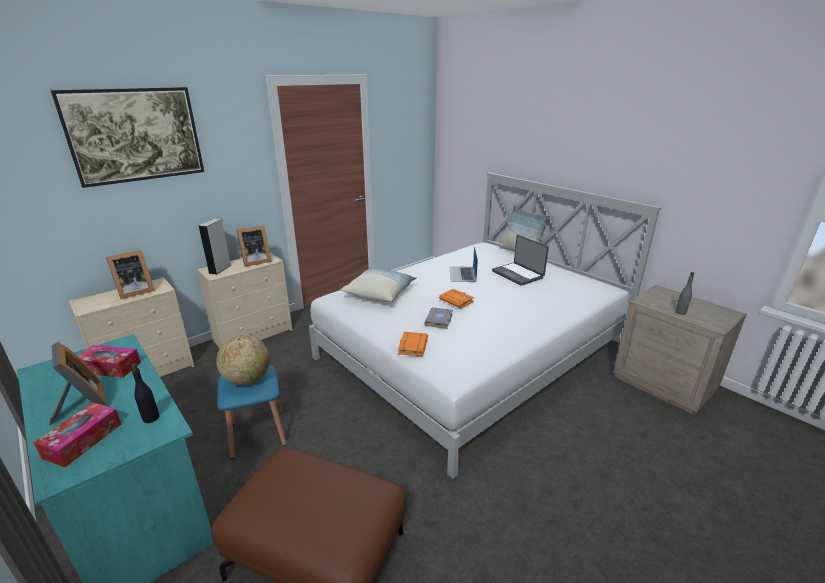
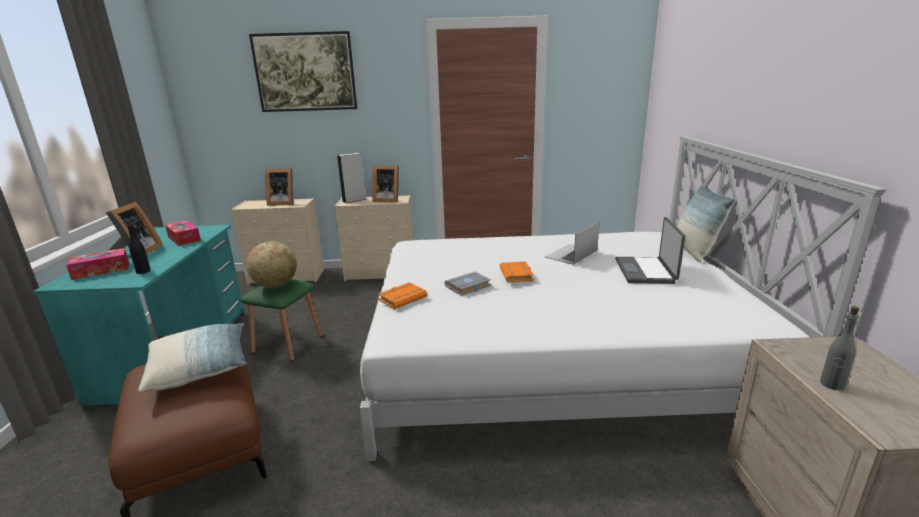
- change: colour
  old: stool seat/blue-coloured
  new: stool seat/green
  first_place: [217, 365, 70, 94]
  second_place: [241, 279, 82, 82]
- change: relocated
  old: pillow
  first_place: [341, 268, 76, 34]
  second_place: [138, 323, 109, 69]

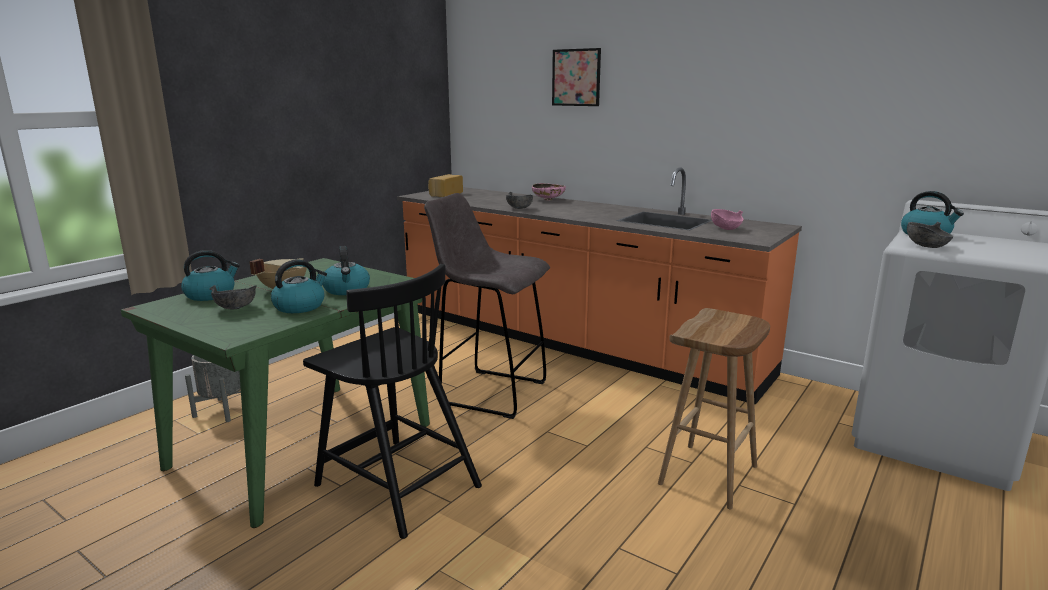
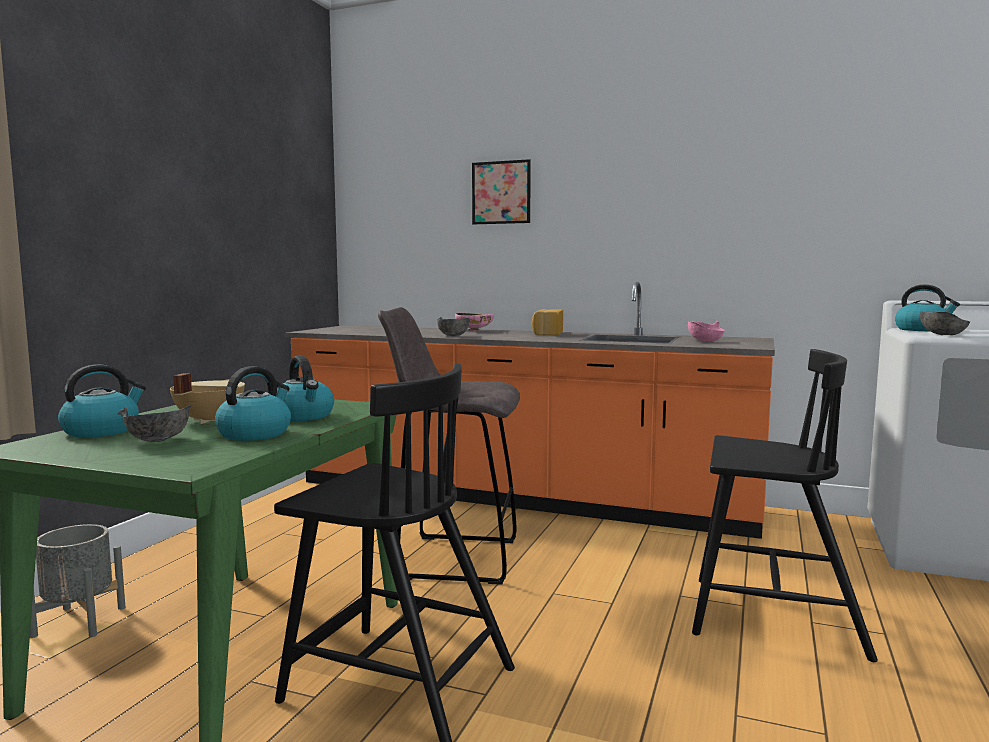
- change: relocated
  old: bread
  first_place: [428, 174, 35, 23]
  second_place: [532, 309, 31, 26]
- change: exchanged
  old: stool seat/brown-coloured
  new: chair/black-coloured
  first_place: [658, 308, 112, 201]
  second_place: [692, 349, 186, 313]

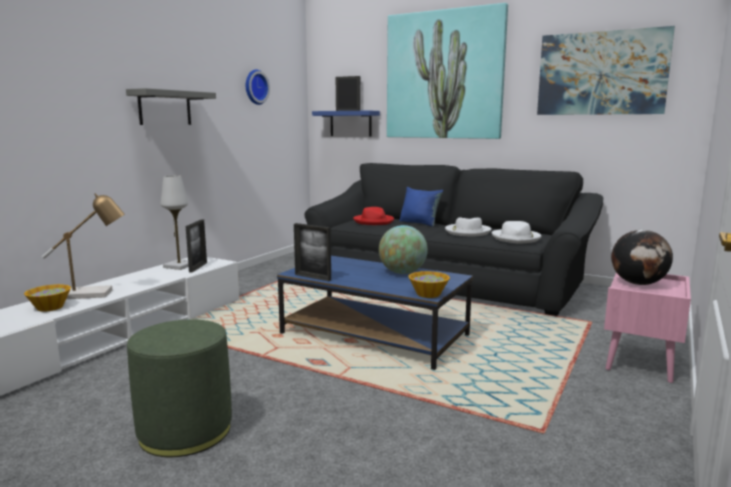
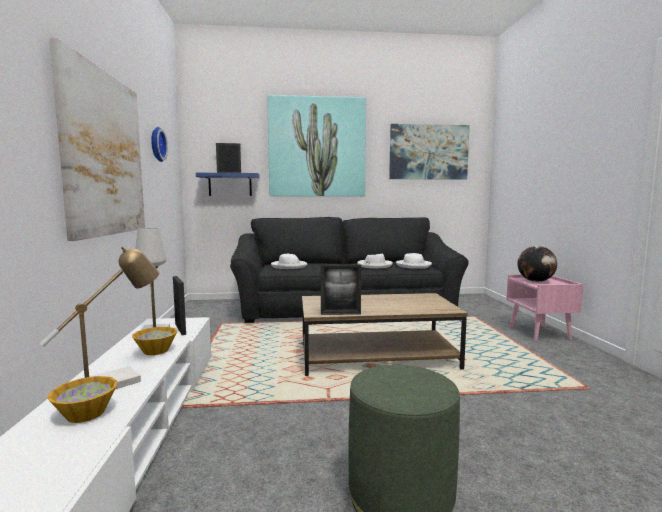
- change: exchanged
  old: bracket shelf/greyish
  new: picture
  first_place: [126, 88, 90, 37]
  second_place: [49, 37, 96, 204]
- change: colour
  old: low table/blue-coloured
  new: low table/brown-coloured
  first_place: [277, 256, 196, 114]
  second_place: [302, 293, 166, 83]
- change: colour
  old: wearable hat/red-coloured
  new: wearable hat/white-coloured
  first_place: [353, 207, 41, 18]
  second_place: [271, 254, 36, 15]
- change: missing
  old: world globe
  first_place: [379, 225, 49, 49]
- change: missing
  old: pillow/blue-coloured
  first_place: [399, 187, 44, 40]
- change: relocated
  old: serving bowl
  first_place: [409, 271, 41, 27]
  second_place: [132, 327, 45, 28]

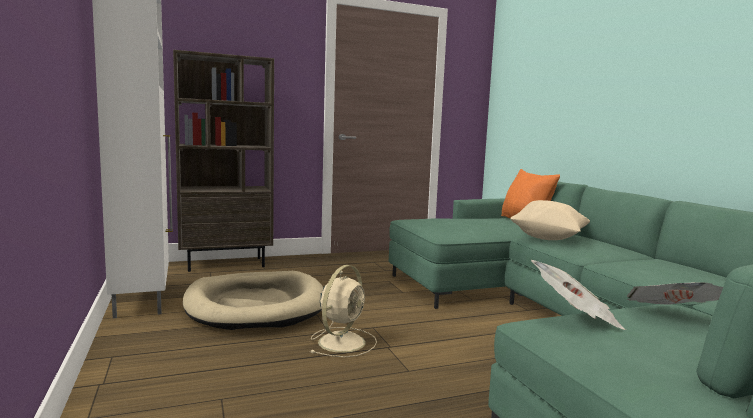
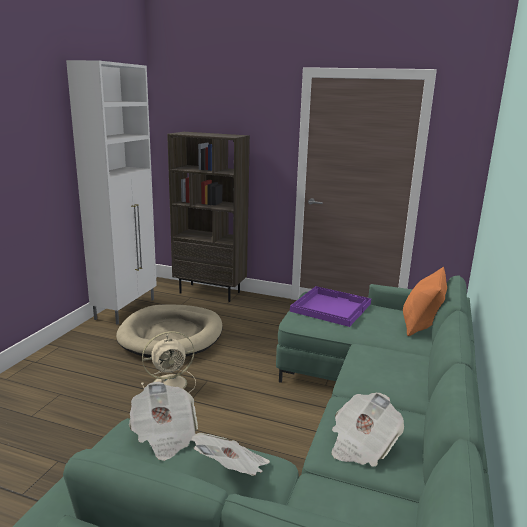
- change: missing
  old: pillow/beige
  first_place: [510, 200, 80, 40]
- change: appeared
  new: carrying tray/purple-coloured
  second_place: [290, 286, 81, 41]
- change: appeared
  new: newspaper
  second_place: [332, 393, 72, 74]

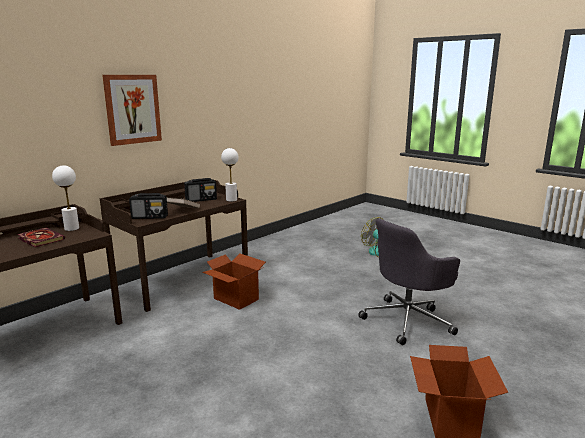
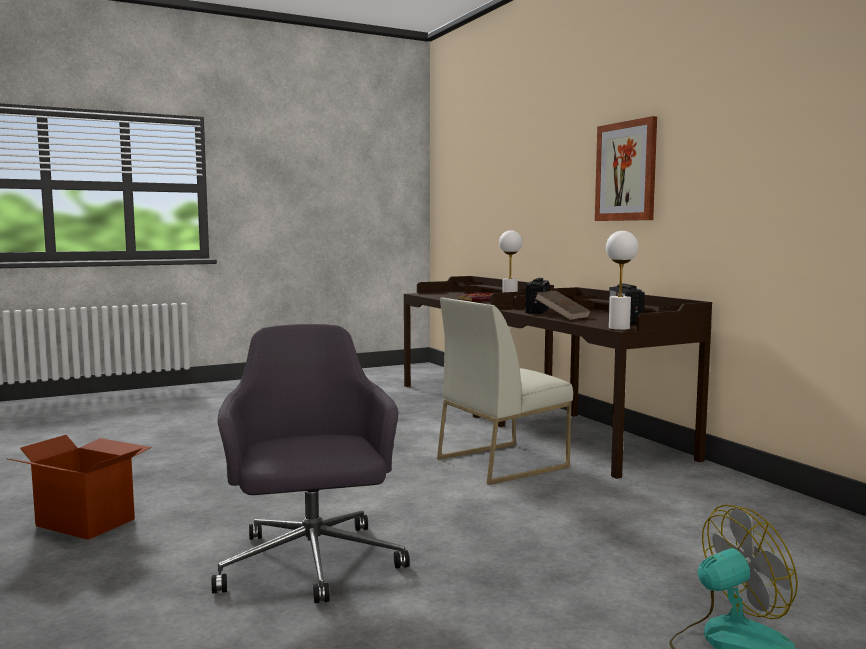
- change: exchanged
  old: cardboard box
  new: chair/white-coloured
  first_place: [202, 254, 64, 56]
  second_place: [437, 298, 136, 187]

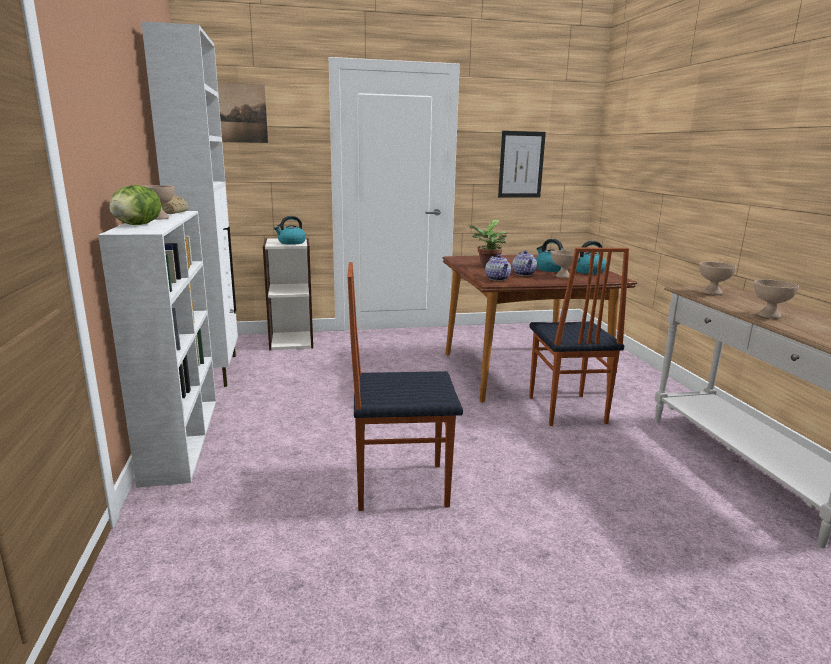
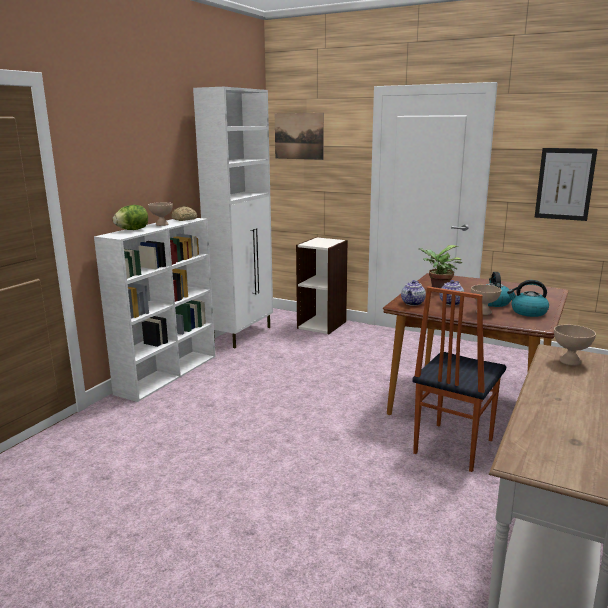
- change: missing
  old: tea kettle
  first_place: [274, 216, 32, 29]
- change: missing
  old: chair
  first_place: [347, 262, 116, 249]
- change: missing
  old: serving bowl/beige
  first_place: [754, 279, 45, 40]

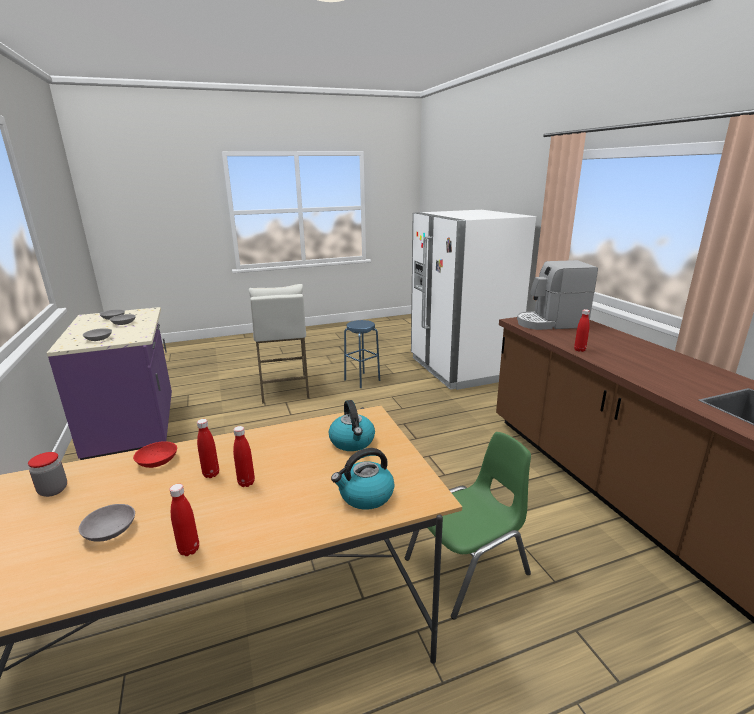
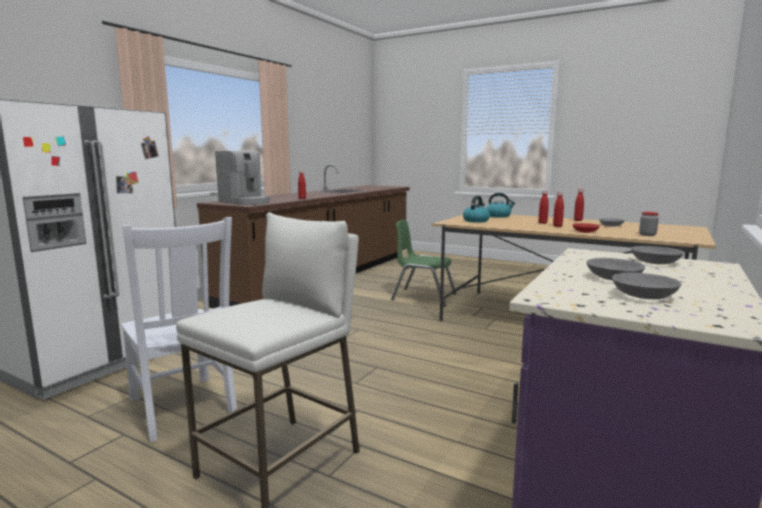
- change: exchanged
  old: stool seat/blue-coloured
  new: chair/white-coloured
  first_place: [344, 320, 36, 68]
  second_place: [121, 217, 116, 225]

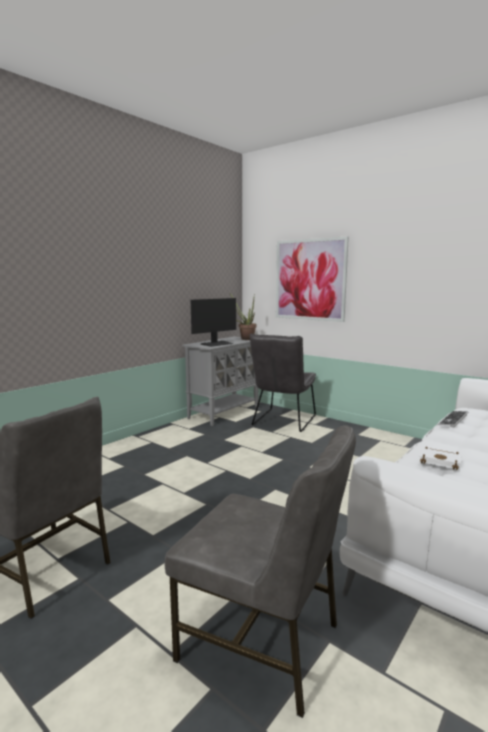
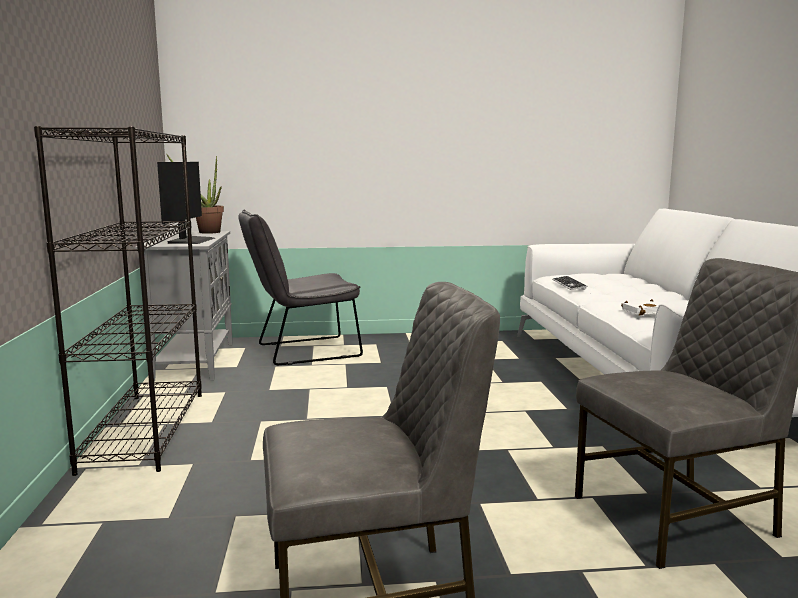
- change: spun
  old: chair/greyish
  first_place: [249, 334, 67, 98]
  second_place: [238, 209, 125, 156]
  degrees: 90
- change: missing
  old: picture
  first_place: [276, 236, 73, 86]
- change: appeared
  new: bookcase/black-coloured
  second_place: [34, 126, 168, 350]

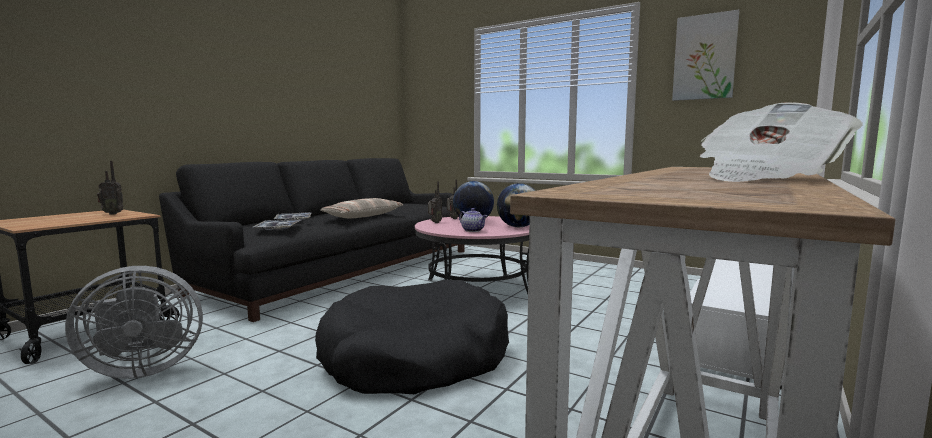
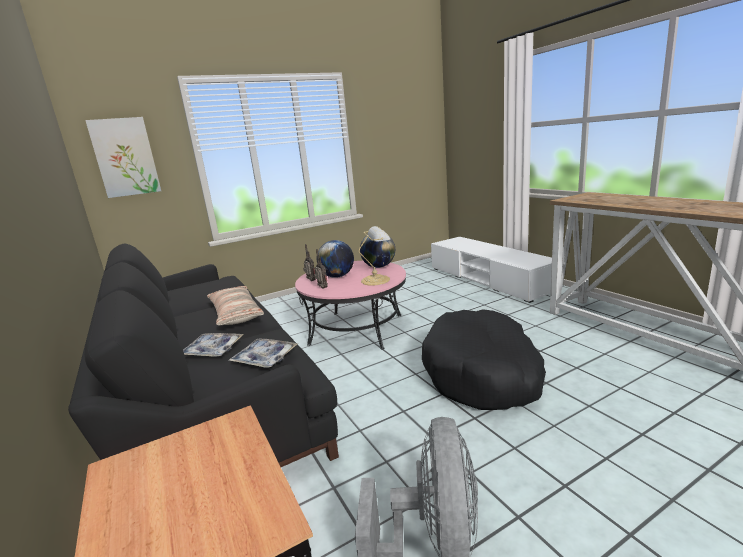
- change: missing
  old: radio receiver
  first_place: [97, 161, 27, 54]
- change: exchanged
  old: tea pot
  new: table lamp
  first_place: [459, 208, 28, 24]
  second_place: [359, 226, 31, 60]
- change: relocated
  old: picture
  first_place: [672, 10, 67, 91]
  second_place: [85, 117, 76, 81]
- change: missing
  old: newspaper
  first_place: [699, 103, 164, 79]

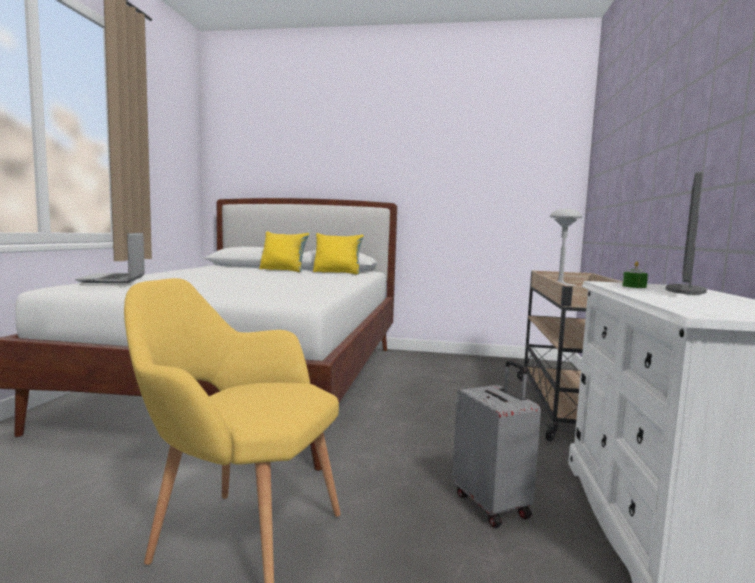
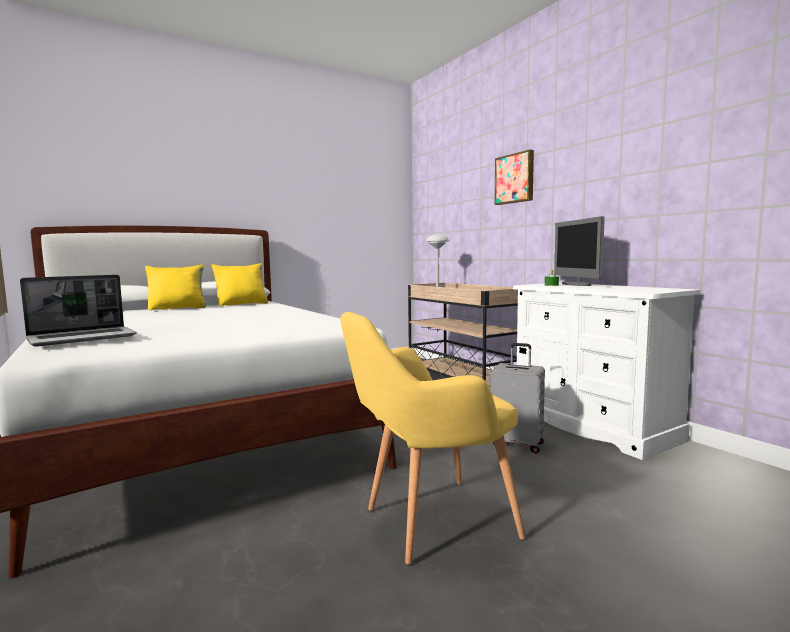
- change: spun
  old: portable computer
  first_place: [76, 233, 69, 50]
  second_place: [20, 275, 116, 72]
  degrees: -75
- change: appeared
  new: picture
  second_place: [494, 149, 40, 56]

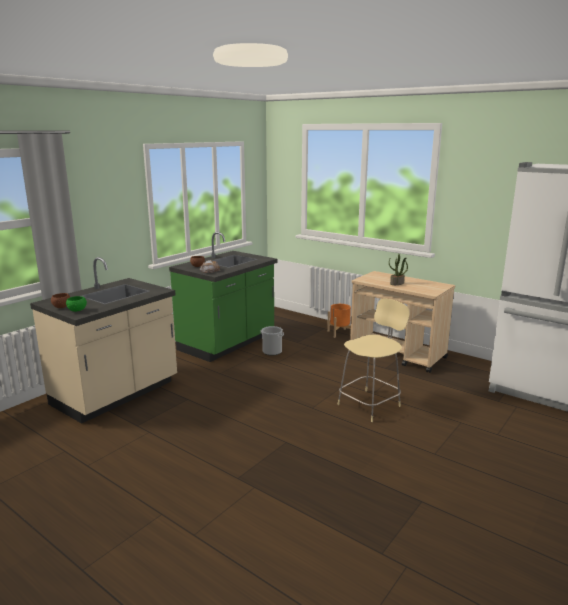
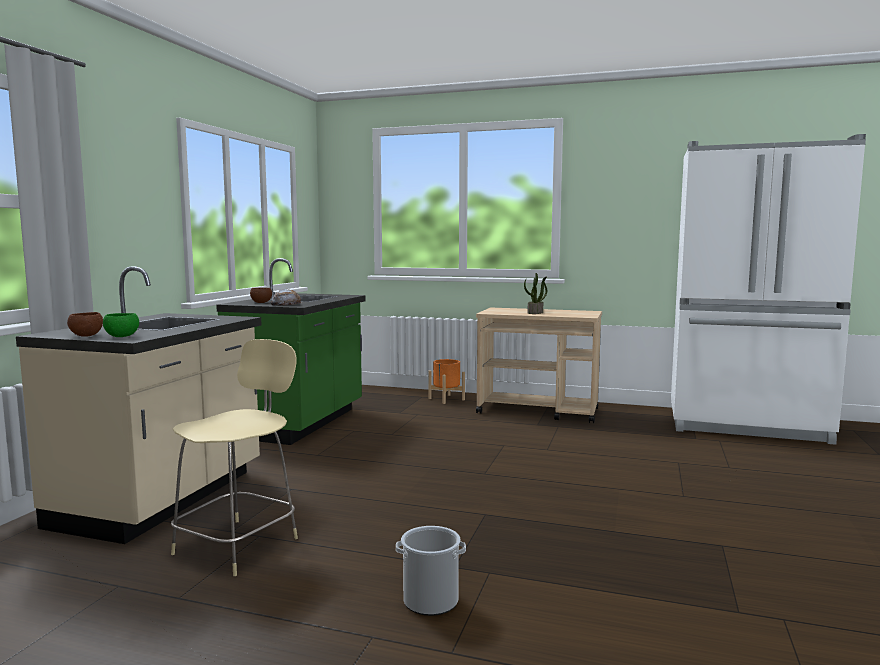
- change: relocated
  old: water bucket
  first_place: [260, 326, 24, 29]
  second_place: [396, 526, 70, 90]
- change: relocated
  old: chair/beige
  first_place: [337, 298, 73, 124]
  second_place: [171, 339, 127, 237]

